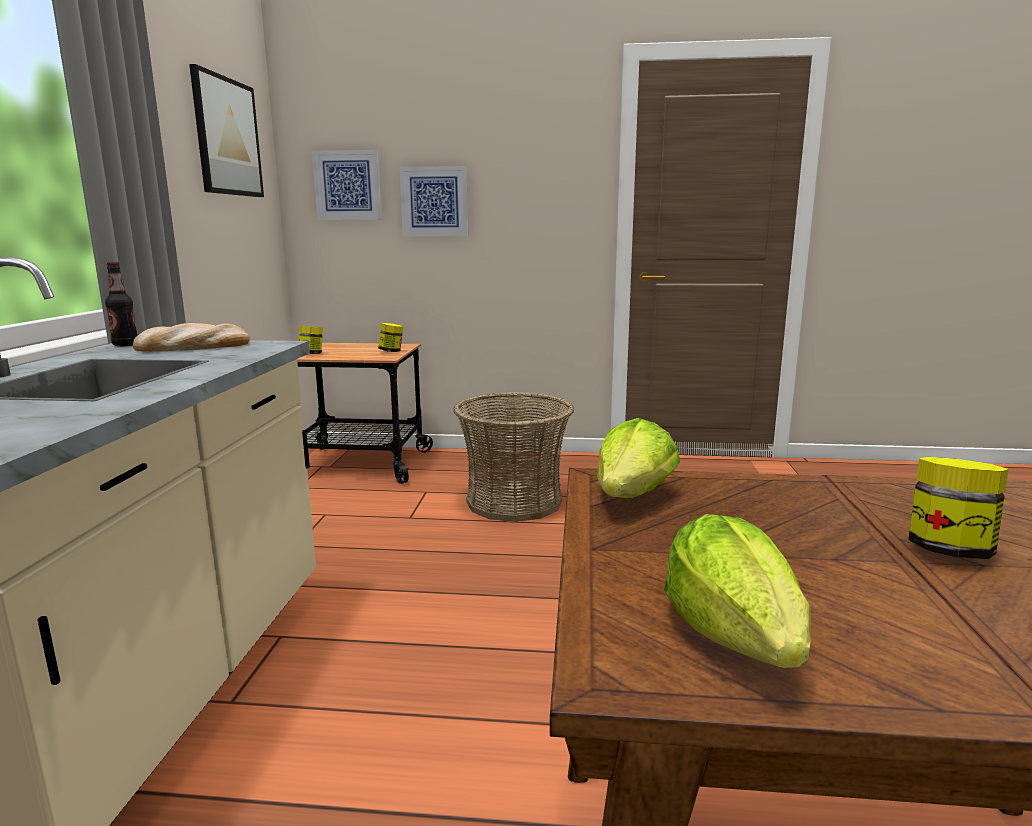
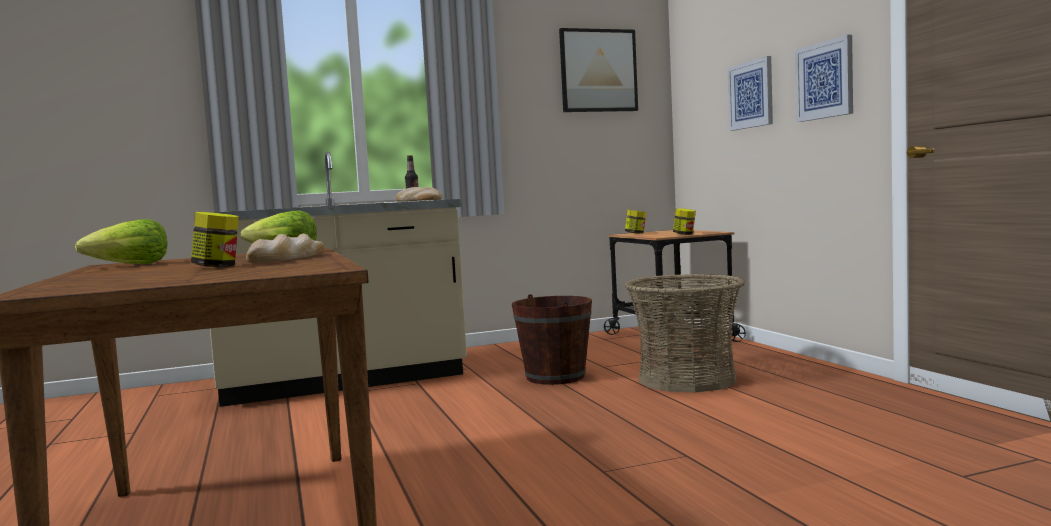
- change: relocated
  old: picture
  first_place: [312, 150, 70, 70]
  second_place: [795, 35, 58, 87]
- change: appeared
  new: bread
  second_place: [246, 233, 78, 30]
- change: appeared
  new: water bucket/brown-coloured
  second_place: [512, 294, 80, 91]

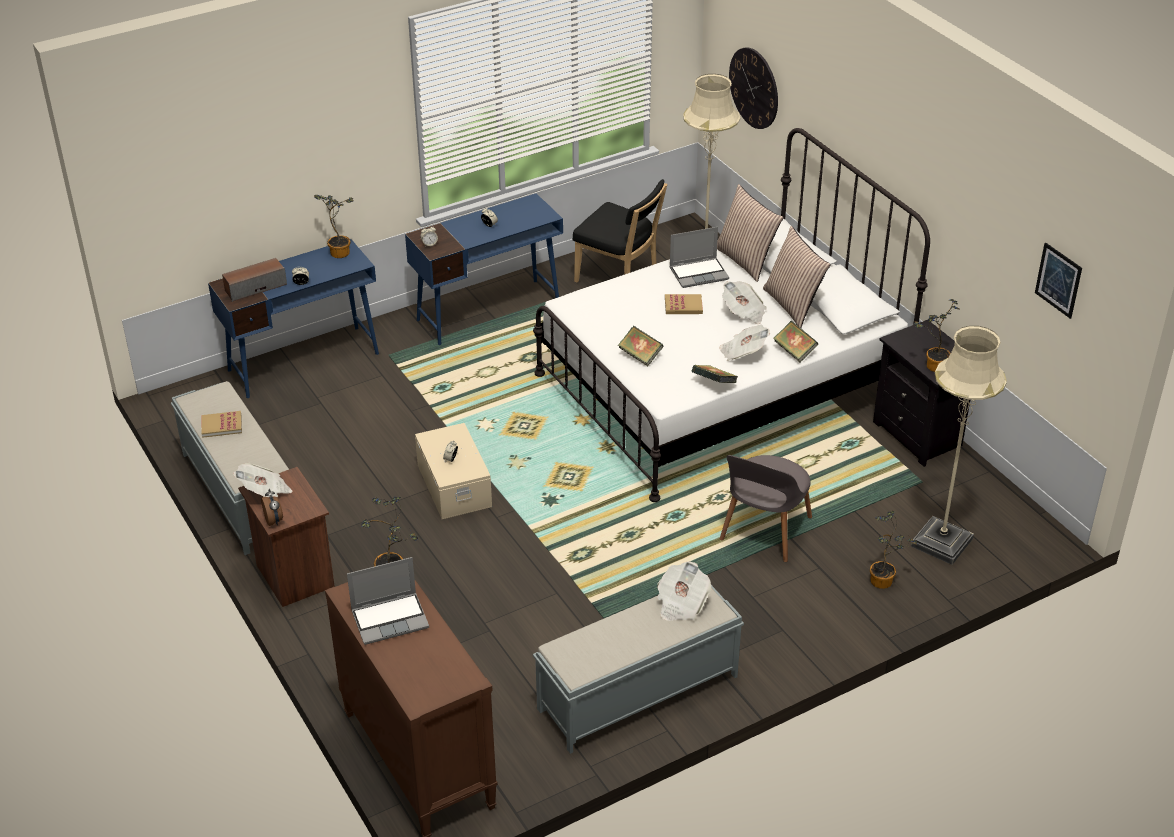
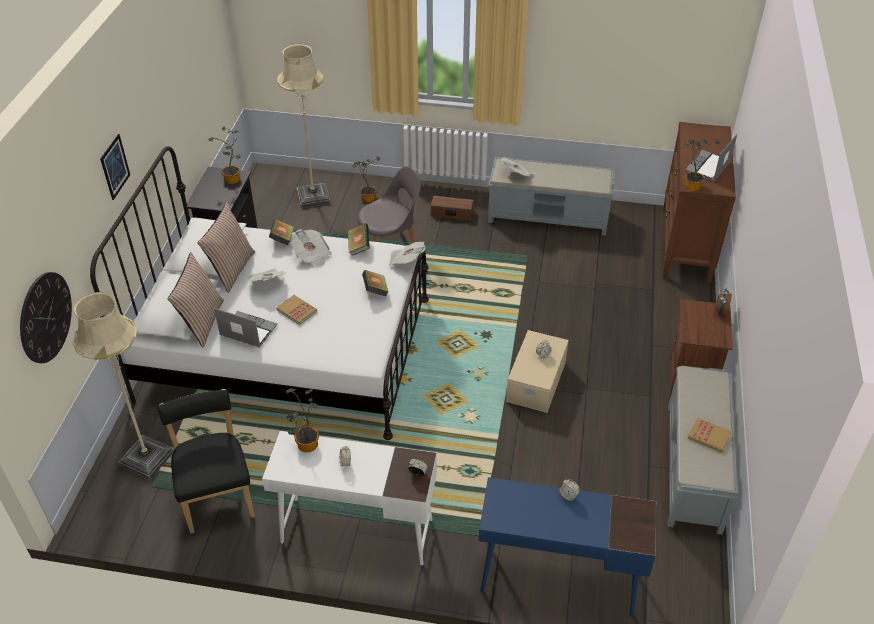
- change: relocated
  old: audio speaker
  first_place: [222, 258, 65, 44]
  second_place: [431, 196, 43, 25]
- change: relocated
  old: newspaper
  first_place: [233, 463, 60, 34]
  second_place: [389, 242, 37, 23]
- change: relocated
  old: houseplant
  first_place: [314, 195, 40, 63]
  second_place: [286, 388, 33, 64]
- change: spun
  old: portable computer
  first_place: [347, 557, 82, 88]
  second_place: [685, 134, 52, 47]
  degrees: -75
- change: colour
  old: desk/blue-coloured
  new: desk/white-coloured
  first_place: [405, 193, 158, 152]
  second_place: [262, 431, 175, 134]
- change: relocated
  old: picture
  first_place: [1035, 243, 47, 76]
  second_place: [100, 134, 30, 66]

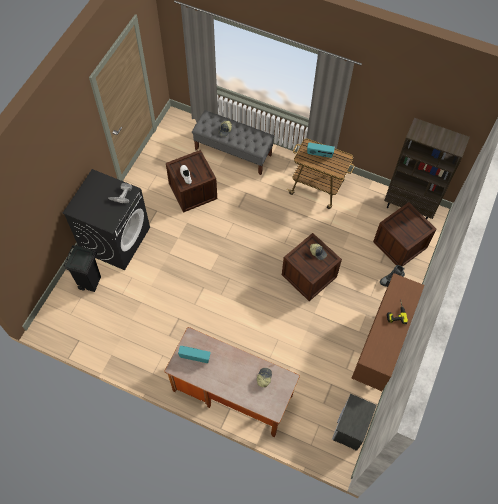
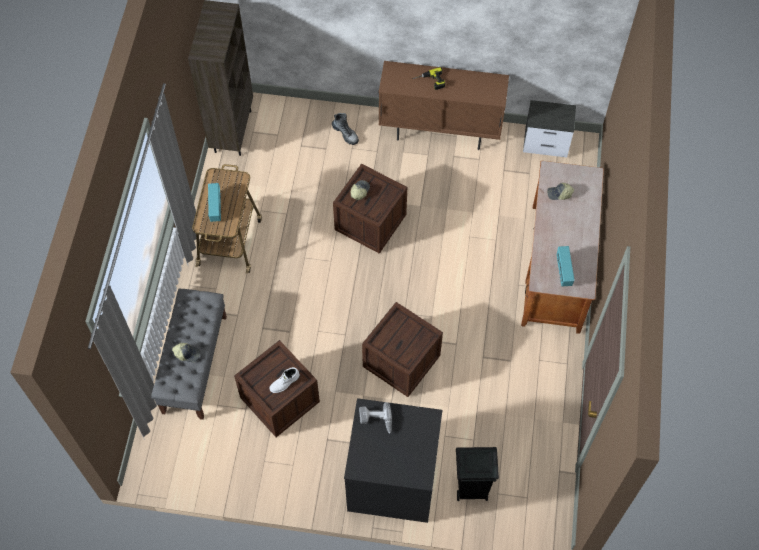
- change: relocated
  old: crate
  first_place: [373, 202, 64, 65]
  second_place: [362, 302, 81, 95]

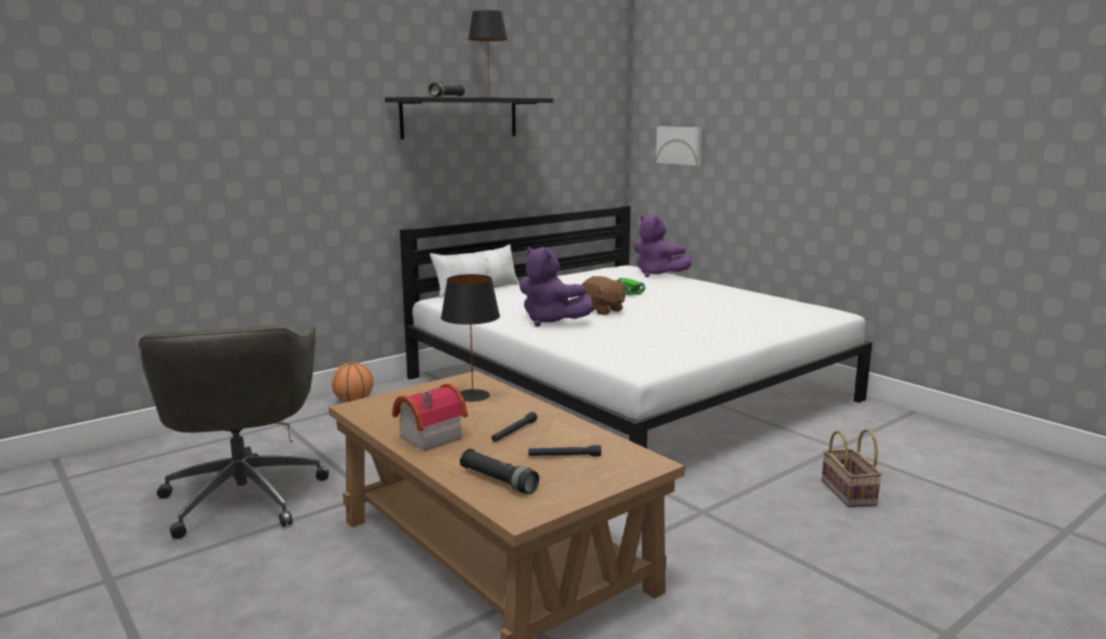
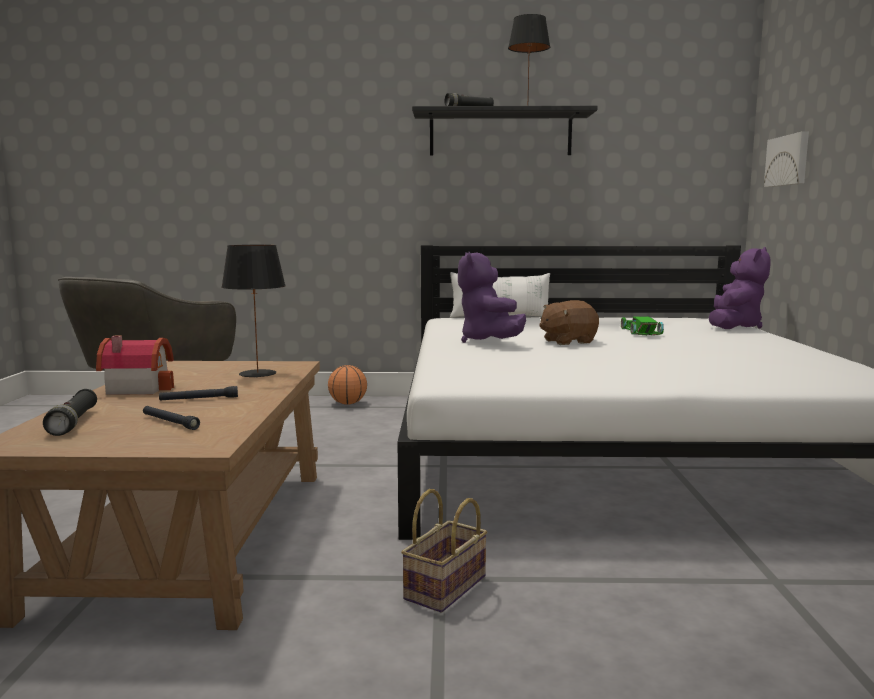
- change: spun
  old: plush toy/brown-coloured
  first_place: [579, 276, 47, 39]
  second_place: [539, 300, 60, 45]
  degrees: 75
- change: spun
  old: plush toy/purple-coloured
  first_place: [634, 215, 57, 62]
  second_place: [708, 247, 62, 82]
  degrees: -150
- change: relocated
  old: household basket
  first_place: [822, 429, 60, 78]
  second_place: [401, 489, 86, 124]

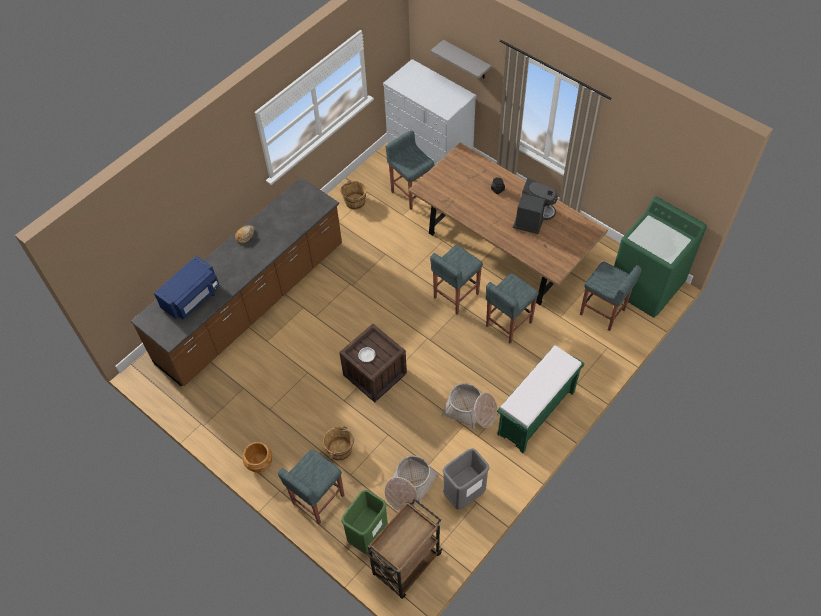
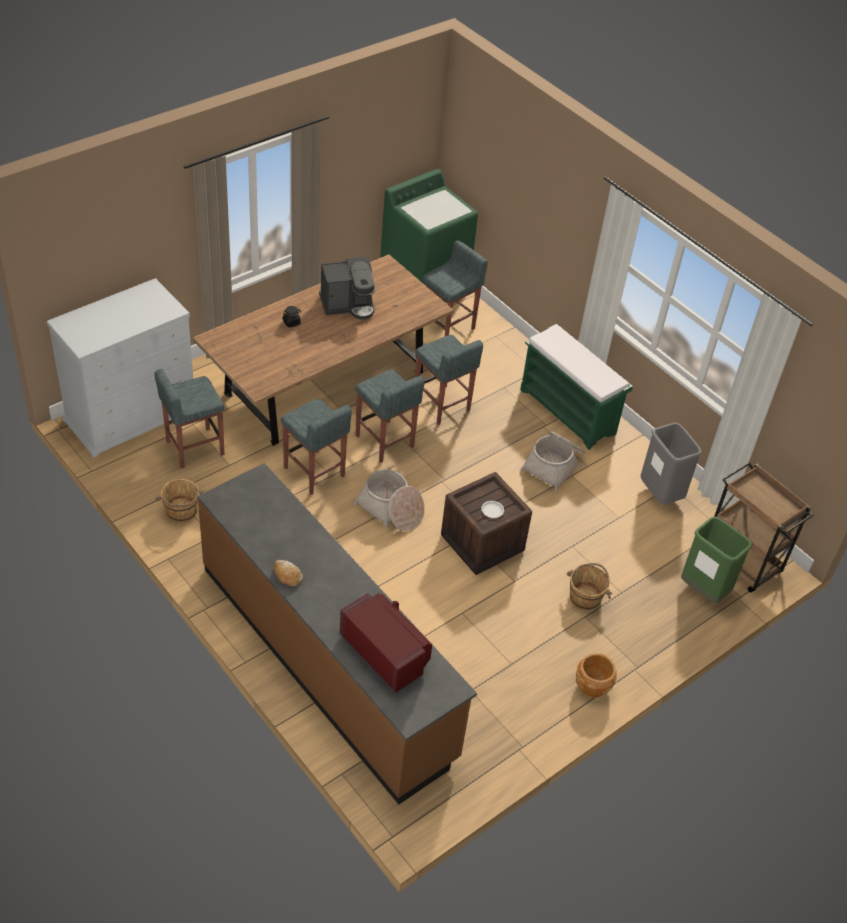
- change: colour
  old: kitchen microwave/blue-coloured
  new: kitchen microwave/red-coloured
  first_place: [154, 256, 66, 64]
  second_place: [340, 593, 92, 101]
- change: relocated
  old: stool seat/greyish
  first_place: [278, 449, 66, 75]
  second_place: [281, 399, 71, 96]
- change: relocated
  old: household basket
  first_place: [385, 455, 54, 56]
  second_place: [353, 469, 72, 62]
- change: missing
  old: bracket shelf/greyish
  first_place: [431, 40, 60, 39]
- change: spun
  old: coffee maker
  first_place: [513, 178, 45, 56]
  second_place: [319, 256, 57, 64]
  degrees: 135

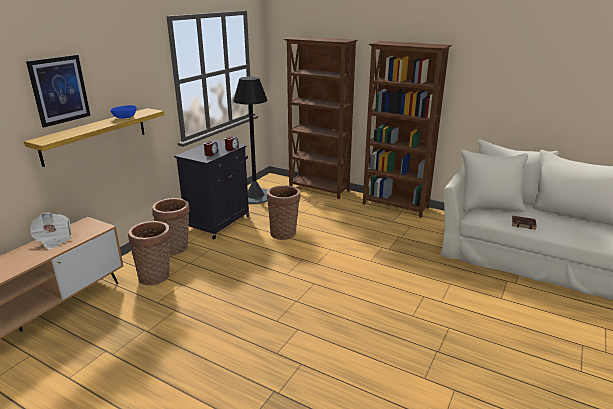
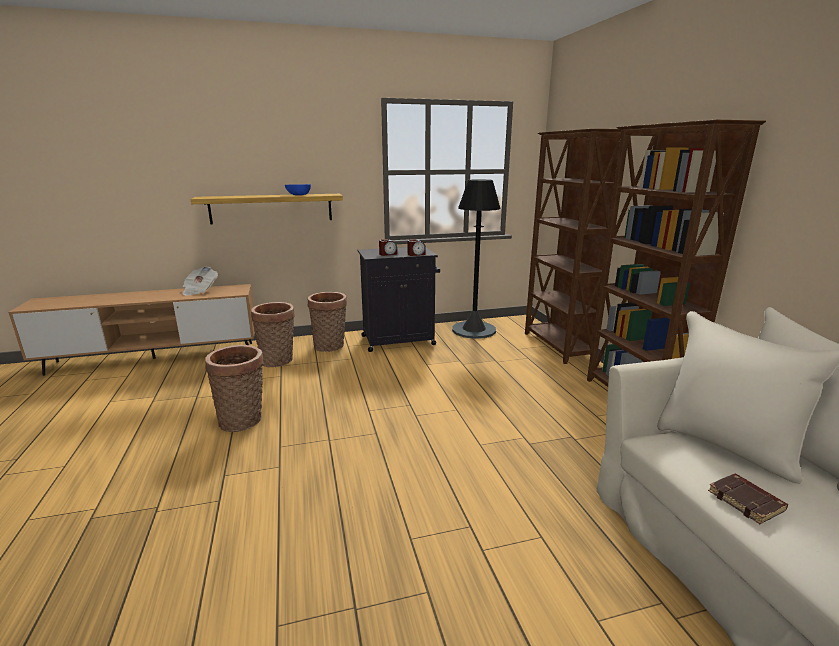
- change: missing
  old: picture
  first_place: [26, 55, 65, 72]
- change: relocated
  old: household basket
  first_place: [267, 186, 34, 54]
  second_place: [205, 345, 59, 87]

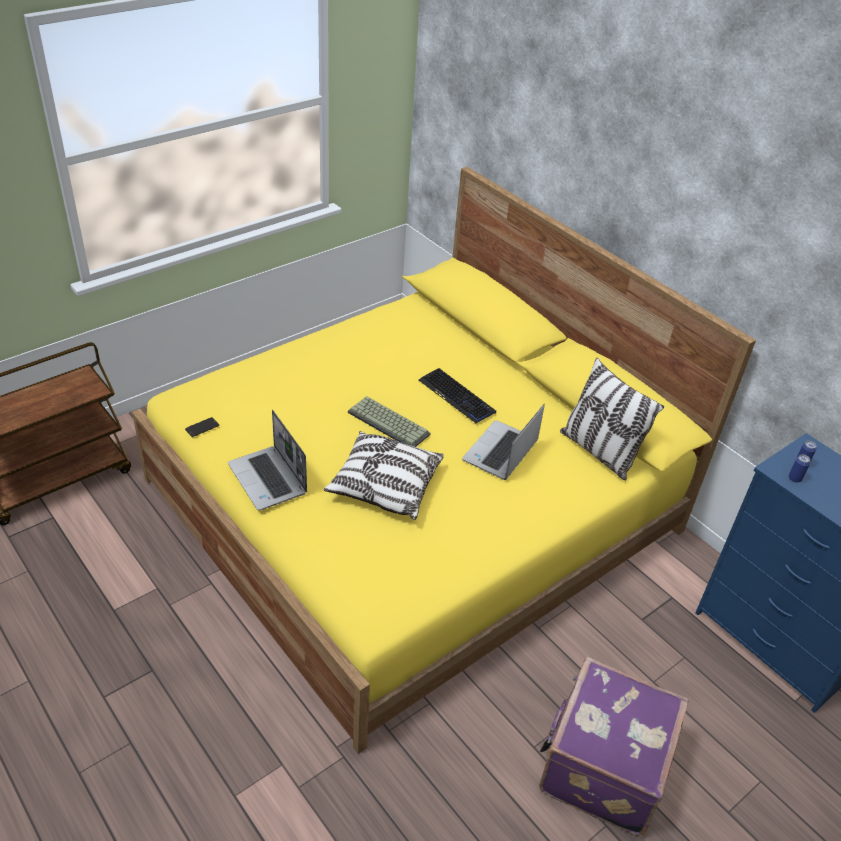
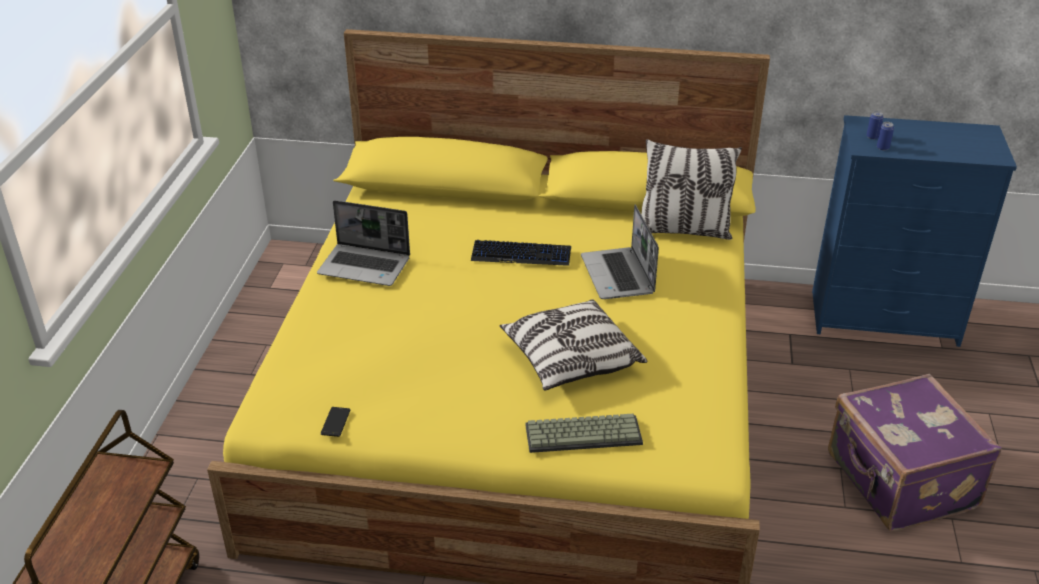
- change: relocated
  old: portable computer
  first_place: [228, 410, 79, 101]
  second_place: [317, 200, 93, 86]
- change: relocated
  old: keyboard
  first_place: [348, 396, 82, 51]
  second_place: [525, 414, 118, 39]

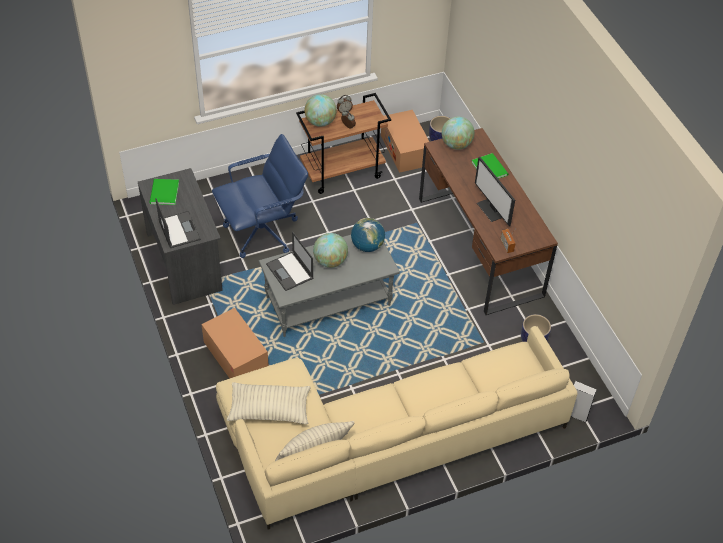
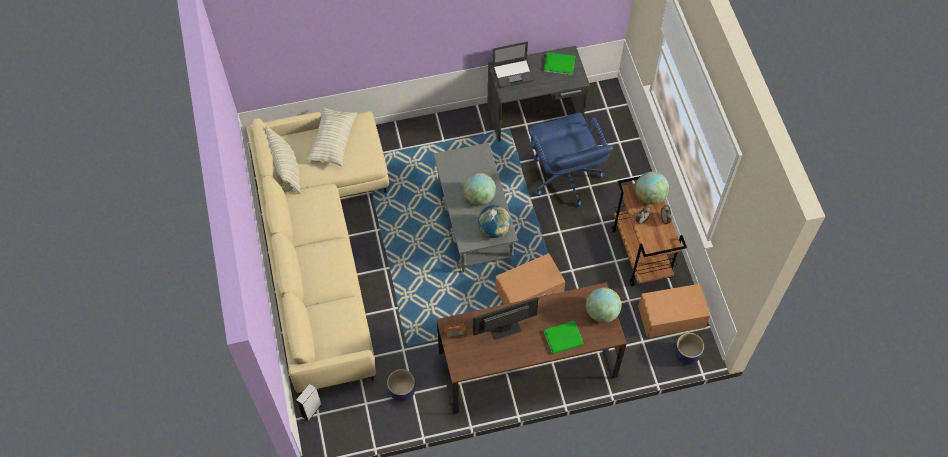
- change: relocated
  old: cardboard box
  first_place: [201, 308, 68, 70]
  second_place: [495, 253, 71, 51]
- change: missing
  old: portable computer
  first_place: [266, 231, 48, 60]

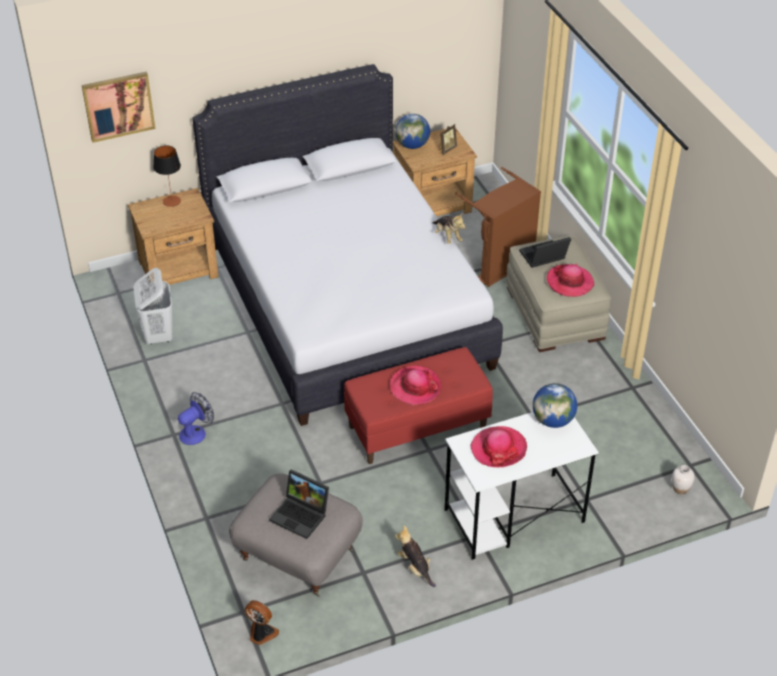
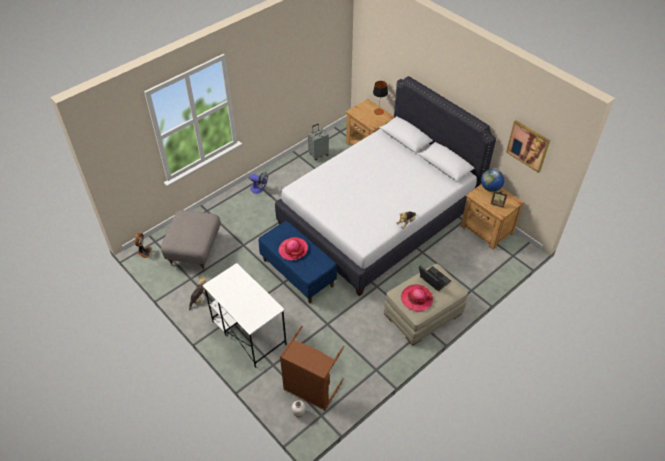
- change: relocated
  old: picture
  first_place: [82, 71, 74, 72]
  second_place: [506, 120, 44, 53]
- change: exchanged
  old: hamper/white-coloured
  new: piece of luggage/greyish
  first_place: [133, 268, 39, 77]
  second_place: [308, 124, 21, 36]
- change: missing
  old: portable computer
  first_place: [269, 469, 60, 70]
- change: colour
  old: bench/red-coloured
  new: bench/blue-coloured
  first_place: [344, 347, 149, 117]
  second_place: [259, 221, 78, 82]
- change: relocated
  old: hamper/brown-coloured
  first_place: [455, 167, 86, 120]
  second_place: [280, 326, 65, 85]
- change: missing
  old: wearable hat
  first_place: [470, 426, 57, 41]
- change: missing
  old: world globe
  first_place: [533, 383, 44, 45]

